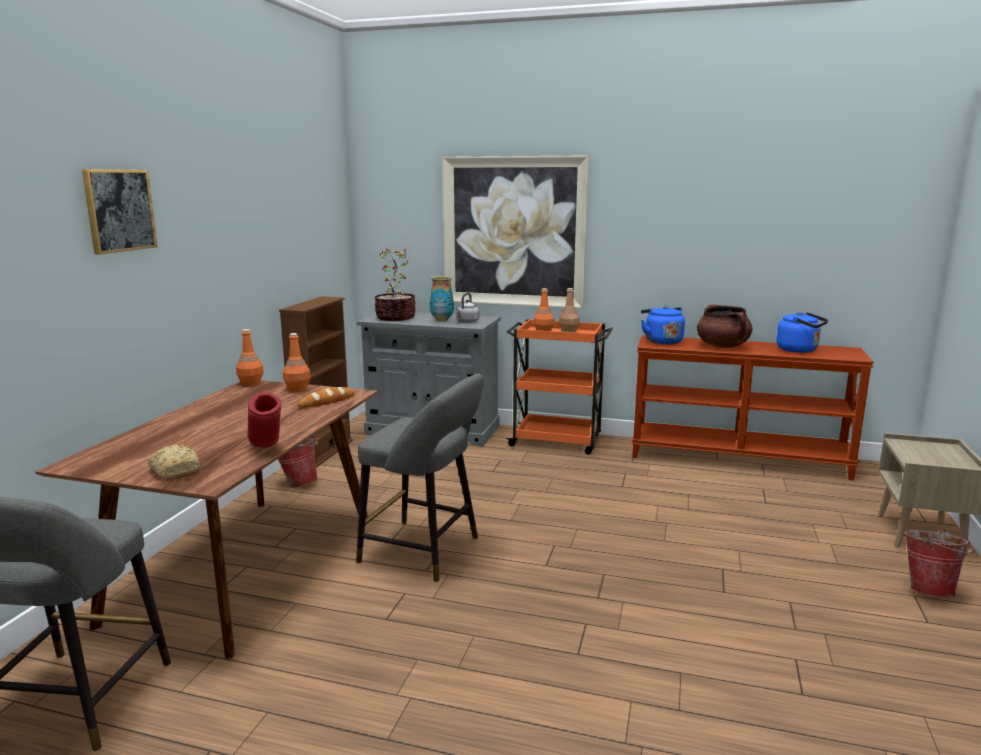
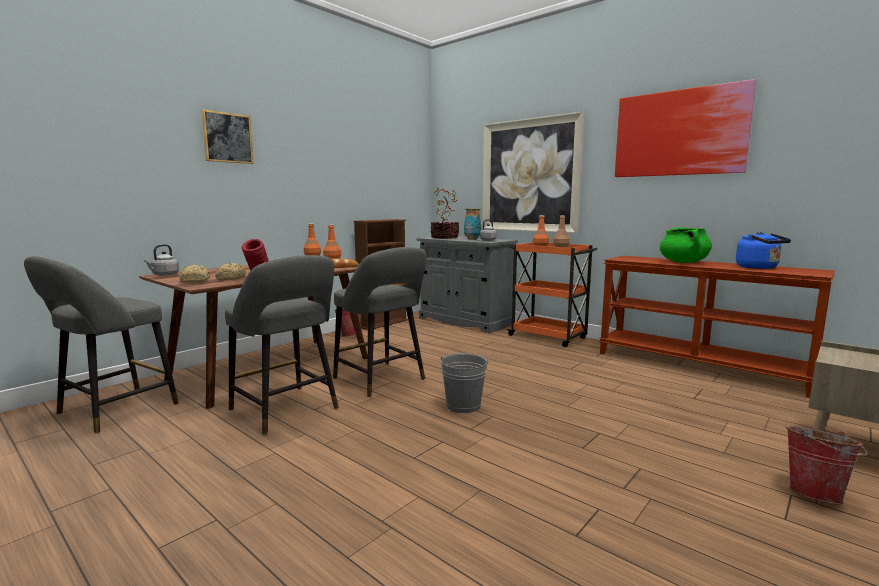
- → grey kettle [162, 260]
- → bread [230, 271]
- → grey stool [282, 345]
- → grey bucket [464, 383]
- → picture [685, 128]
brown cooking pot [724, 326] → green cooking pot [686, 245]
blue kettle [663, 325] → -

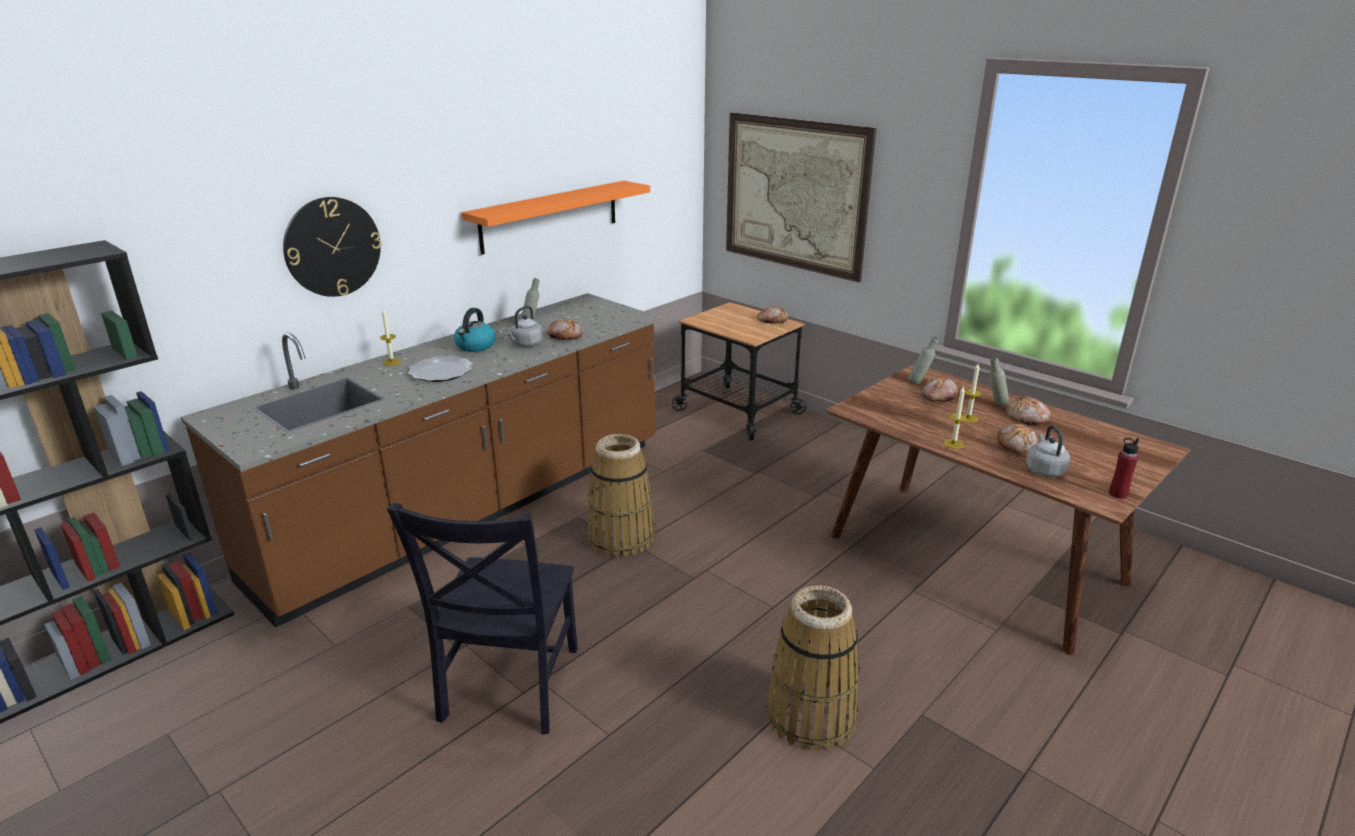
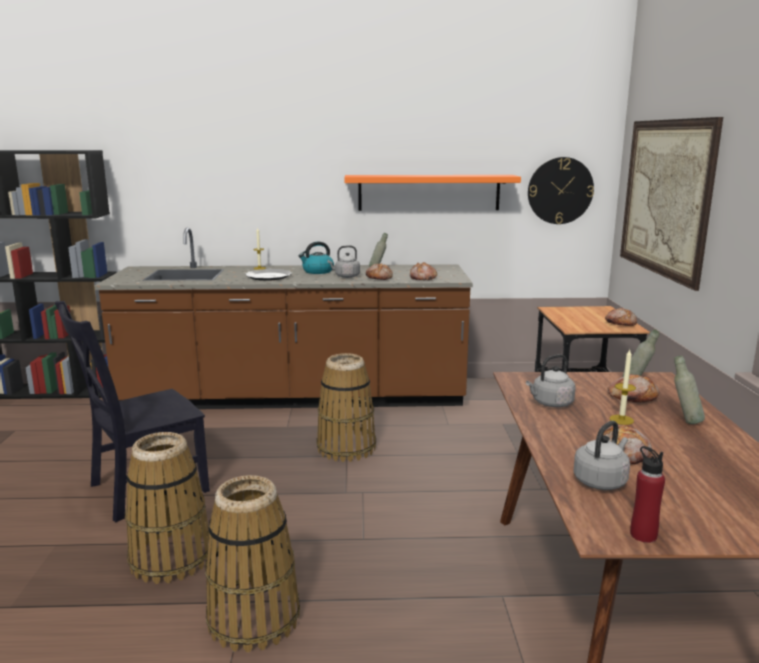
- → basket [168, 508]
bread [1029, 410] → bread [423, 271], move
- → grey kettle [551, 380]
wall clock [332, 247] → wall clock [561, 190], move
candle [955, 417] → -

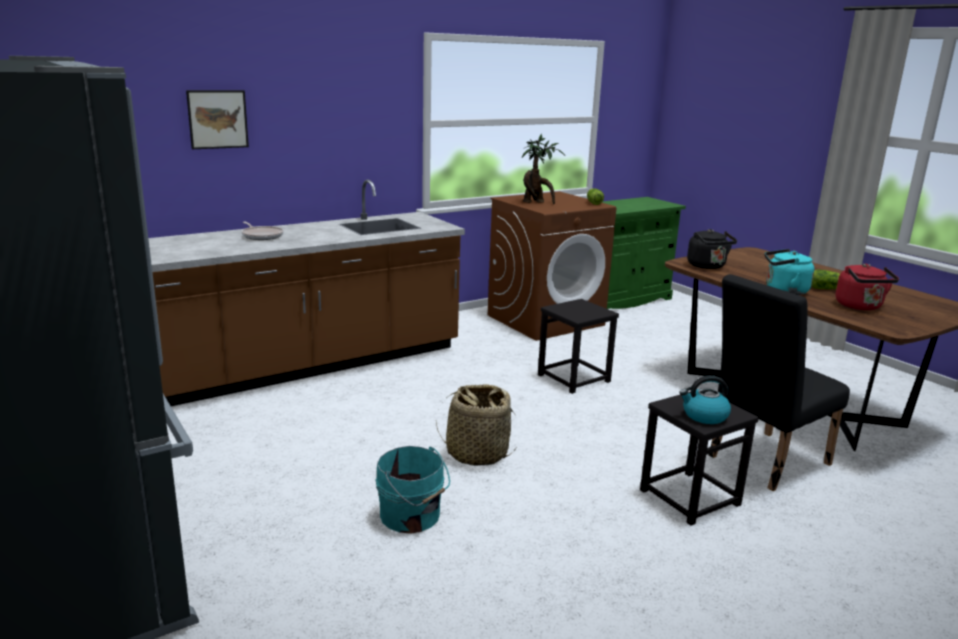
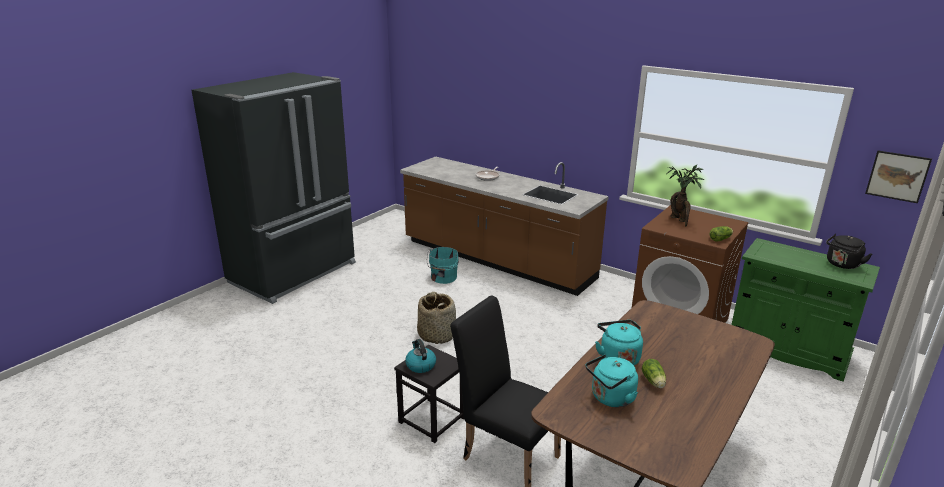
turquoise bucket [412, 490] → turquoise bucket [443, 265], move
red kettle [867, 287] → turquoise kettle [612, 380]
black kettle [712, 249] → black kettle [849, 251], move
picture [217, 119] → picture [898, 177], move
black stool [578, 346] → -

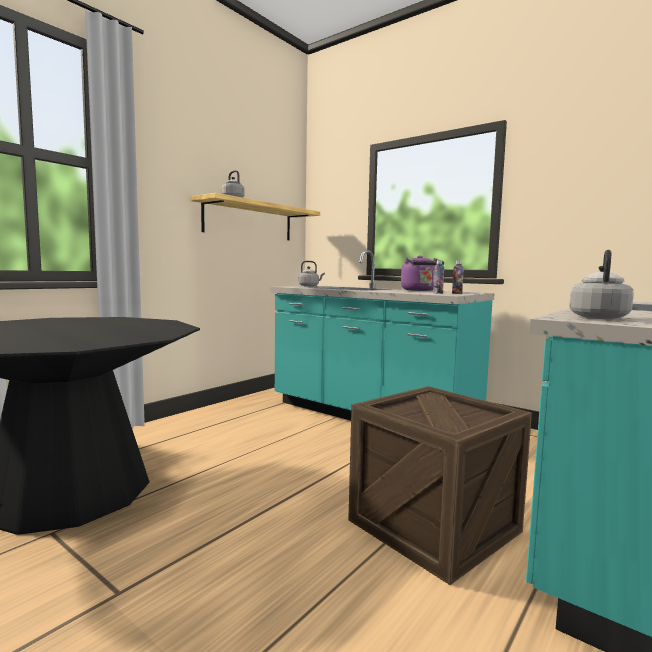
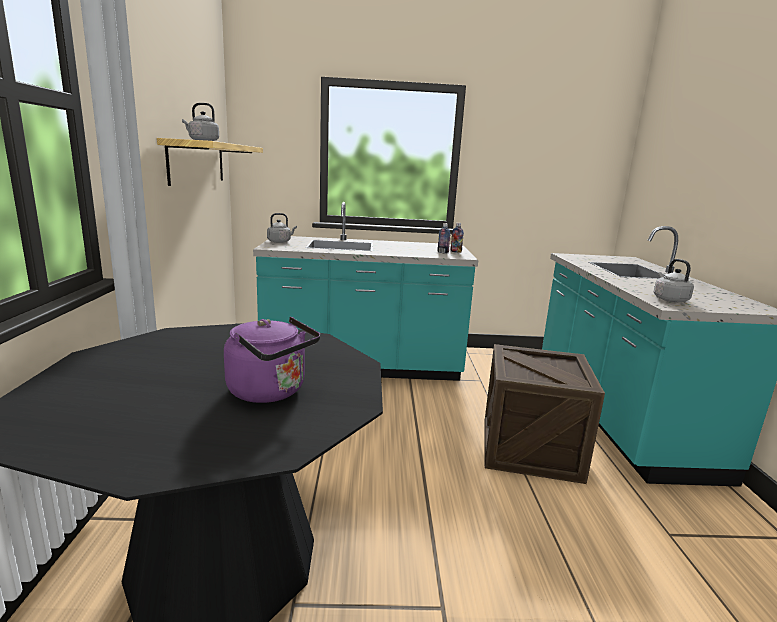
purple kettle [422, 273] → purple kettle [272, 360], move

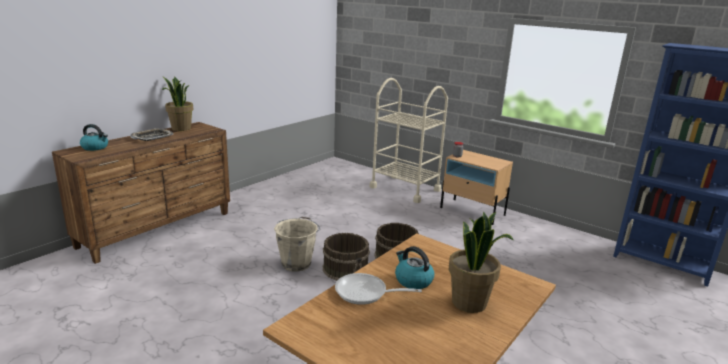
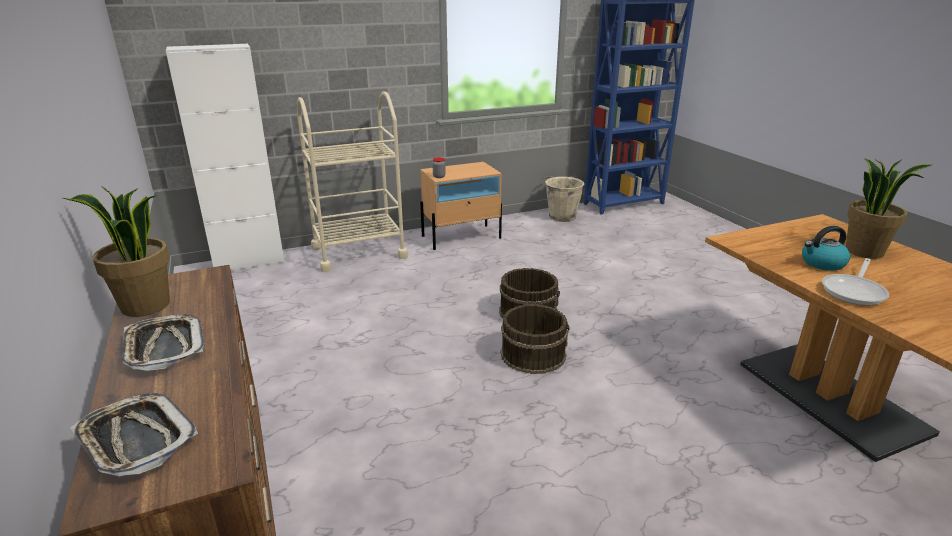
kettle [94, 137] → tray [134, 435]
- → white cabinet [225, 157]
beige bucket [297, 244] → beige bucket [564, 199], move

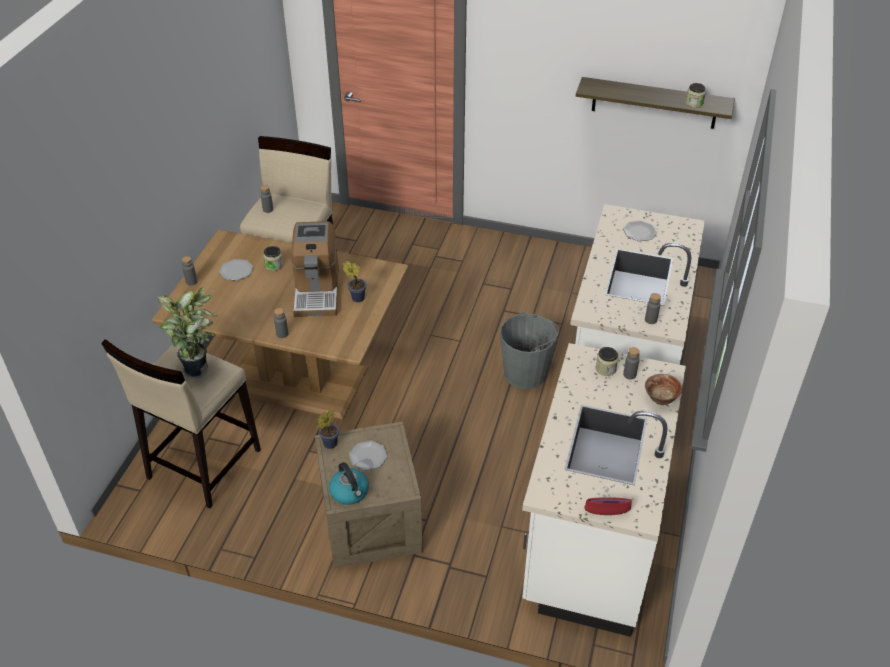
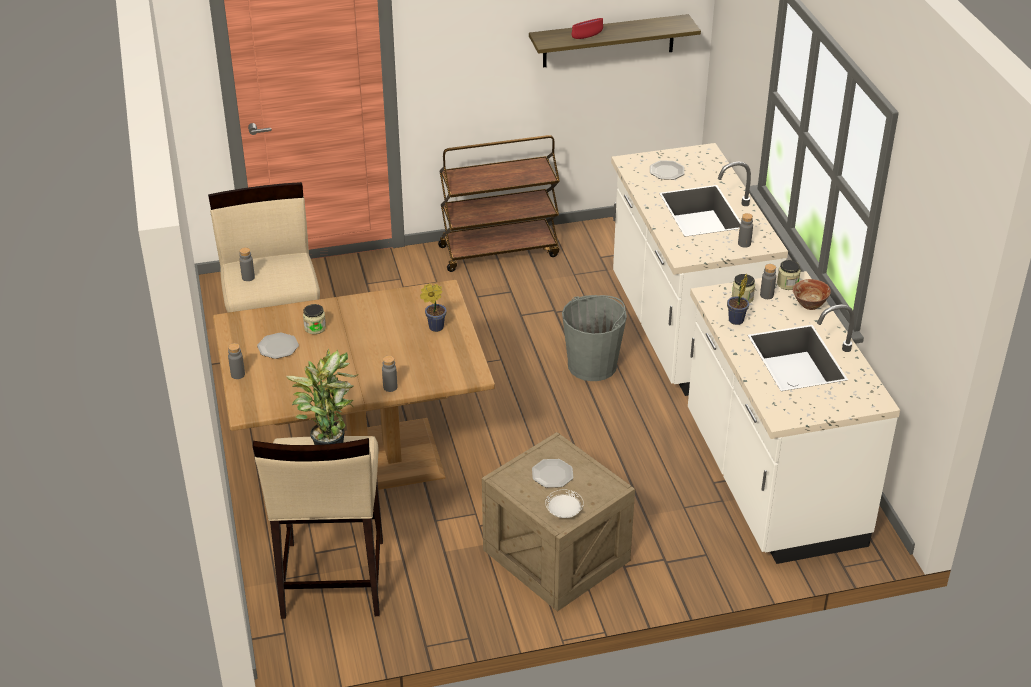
- → brown cart [499, 203]
kettle [349, 483] → white plate [564, 504]
red bowl [608, 506] → red bowl [587, 28], move
potted plant [328, 429] → potted plant [738, 299], move
jar [696, 95] → jar [789, 275], move
coffee machine [315, 269] → -

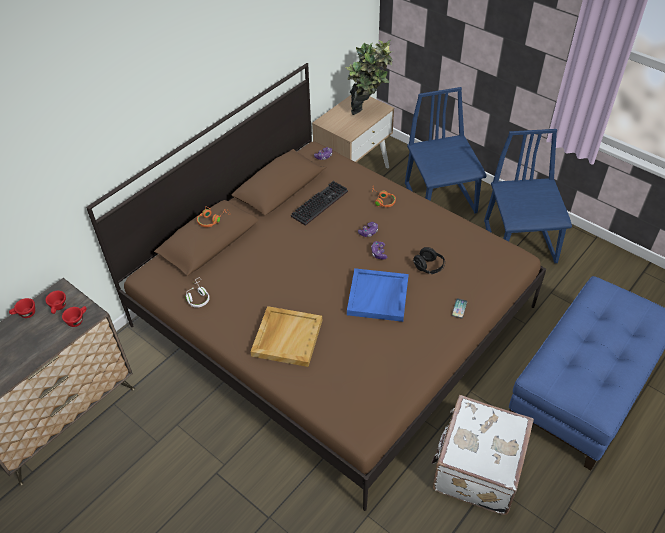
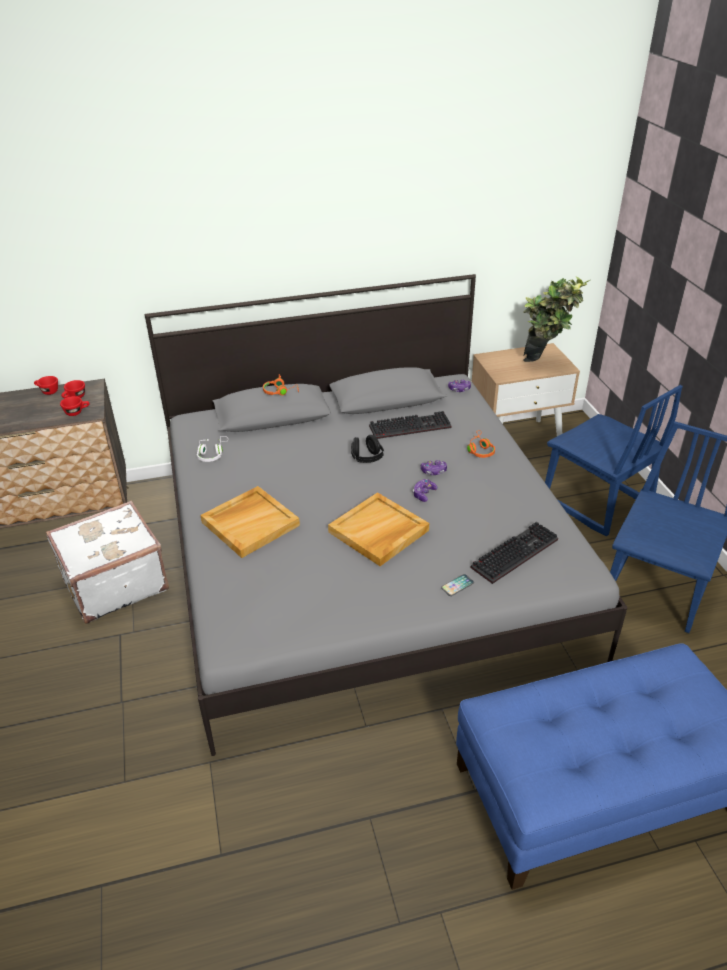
white suitcase [482, 455] → white suitcase [107, 562], move
brown bed [316, 287] → grey bed [386, 515]
blue tray [378, 295] → beige tray [378, 529]
black headphones [429, 260] → black headphones [367, 449], move
- → keyboard [514, 553]
blue chair [446, 150] → blue chair [614, 460], 120 degrees clockwise

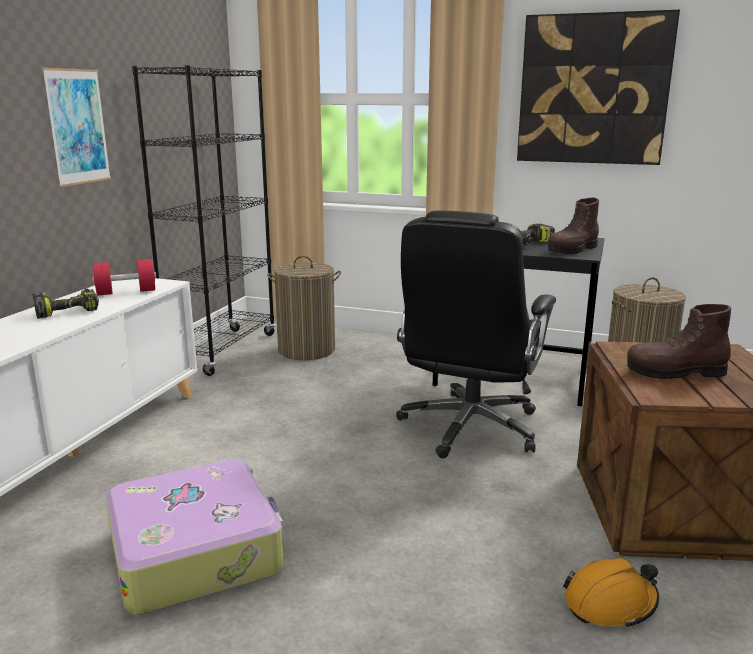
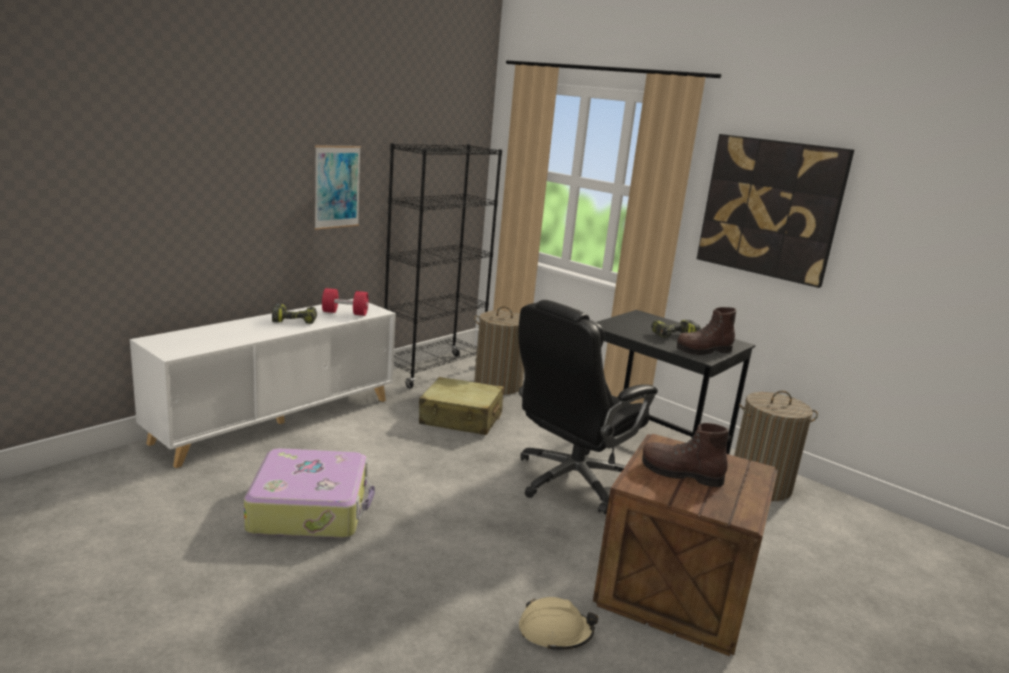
- → beige suitcase [461, 406]
orange hard hat [611, 593] → beige hard hat [558, 624]

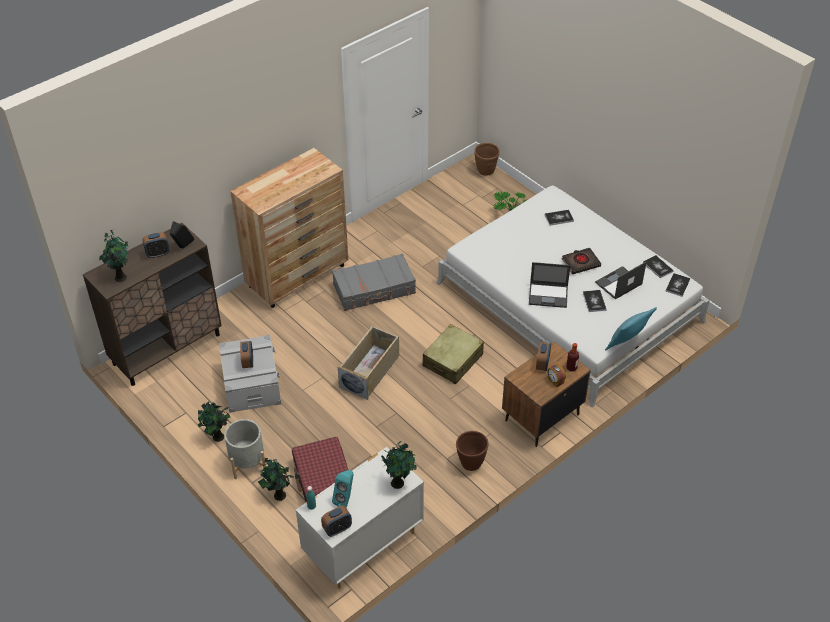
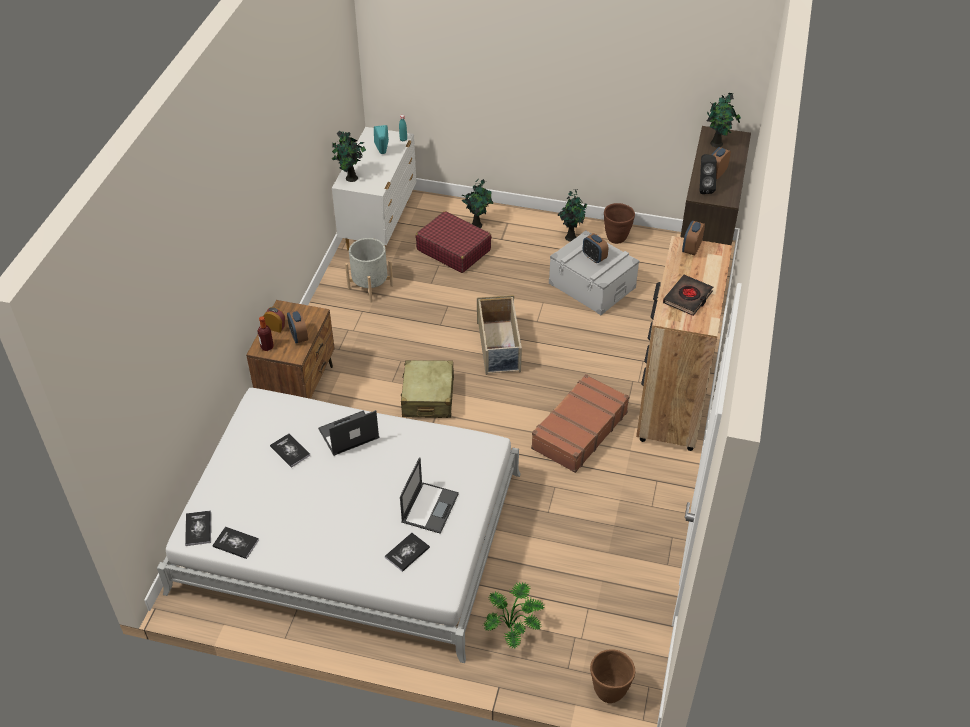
grey planter [245, 449] → grey planter [369, 270], move
laptop [621, 281] → laptop [429, 495], move
grey suitcase [374, 282] → brown suitcase [580, 423]
brown planter [472, 451] → brown planter [619, 223], move
black book [581, 261] → black book [688, 295], move
alarm clock [336, 521] → alarm clock [693, 238], move
turquoise pillow [631, 329] → -

